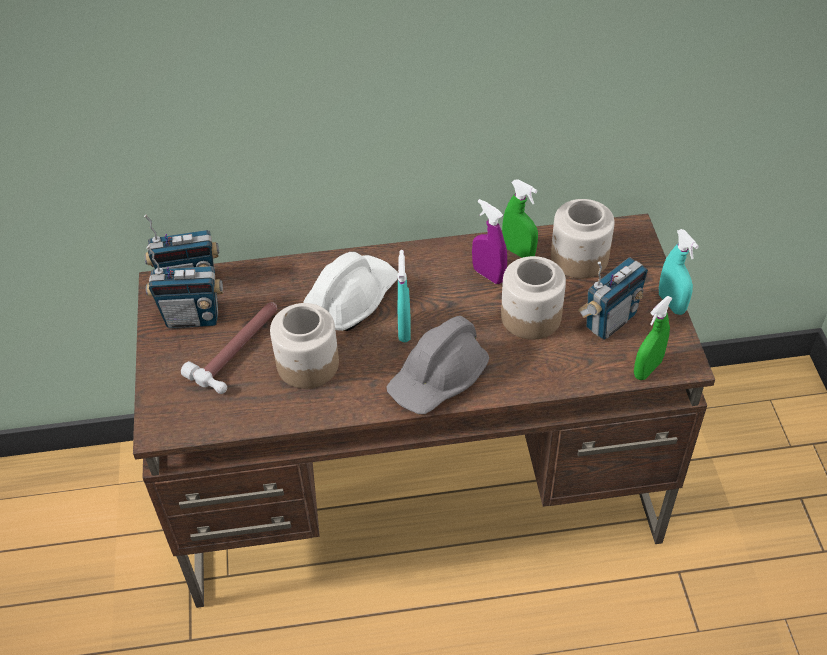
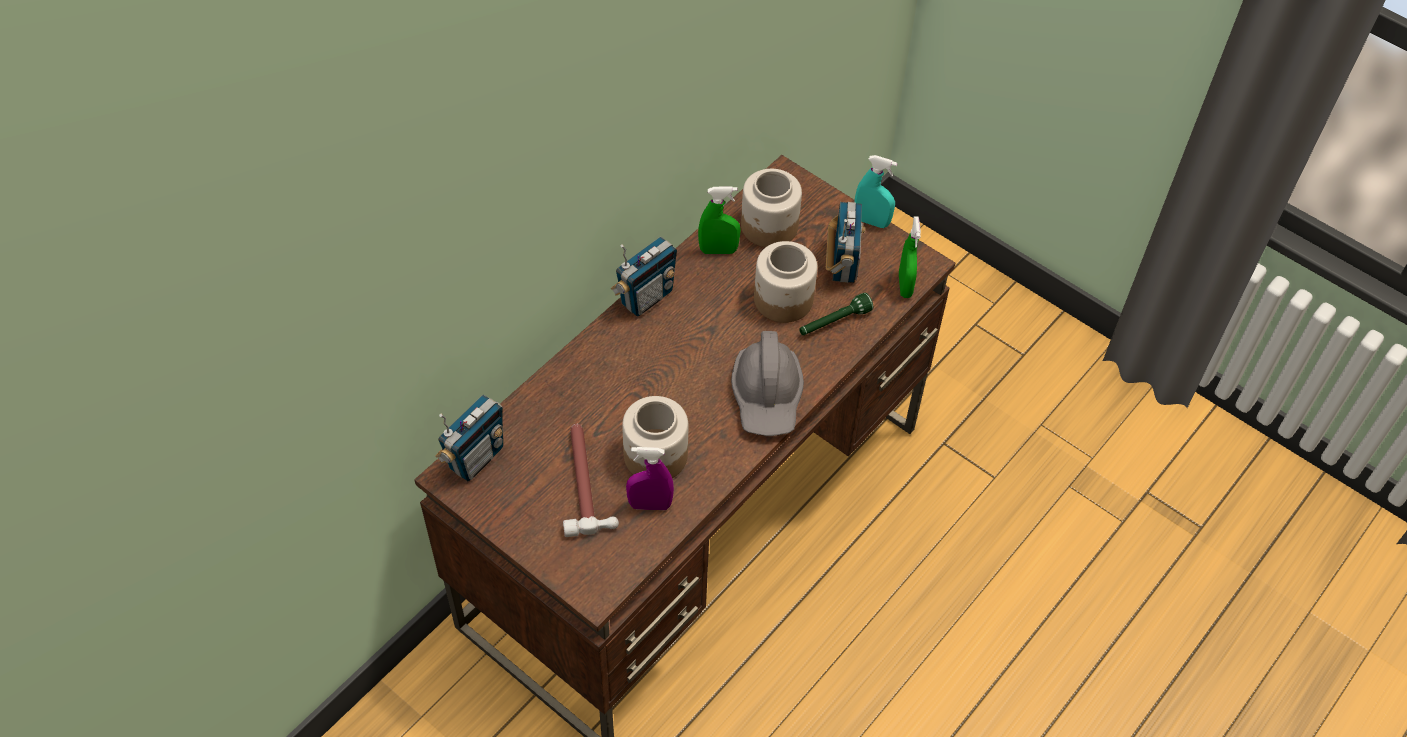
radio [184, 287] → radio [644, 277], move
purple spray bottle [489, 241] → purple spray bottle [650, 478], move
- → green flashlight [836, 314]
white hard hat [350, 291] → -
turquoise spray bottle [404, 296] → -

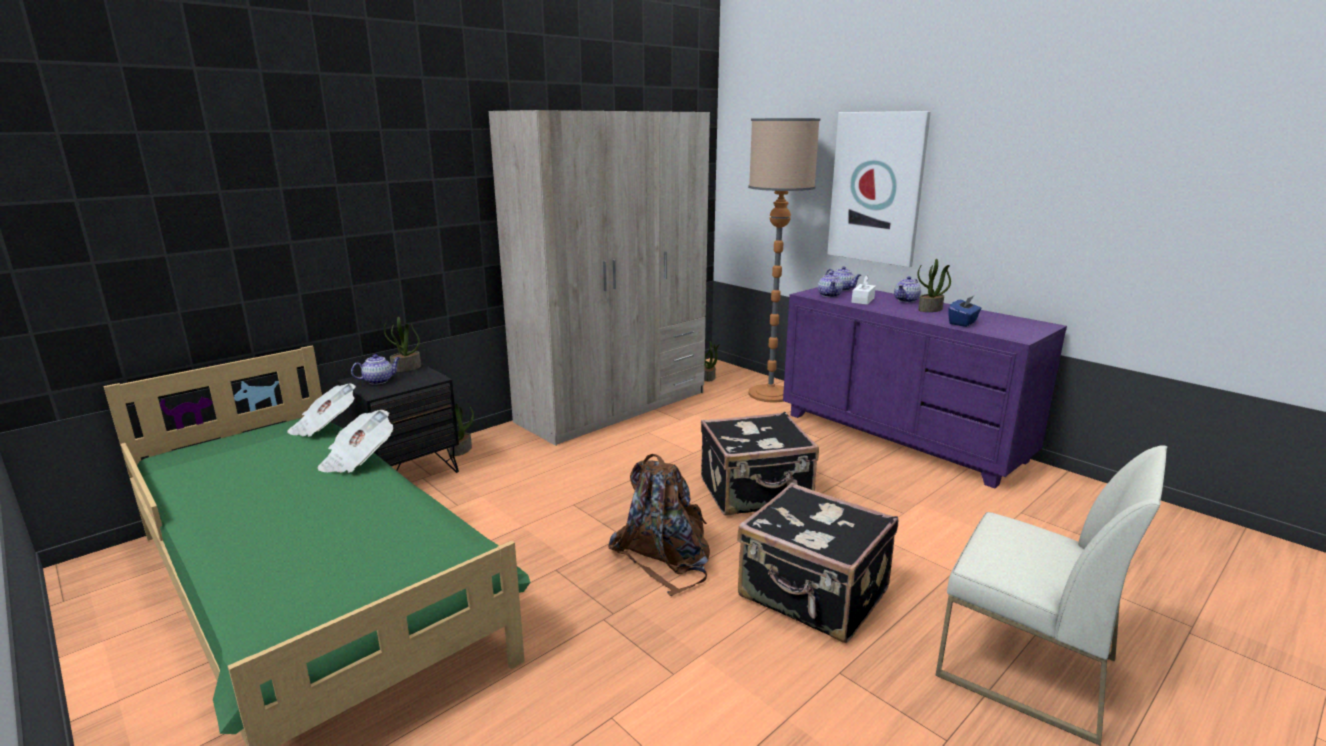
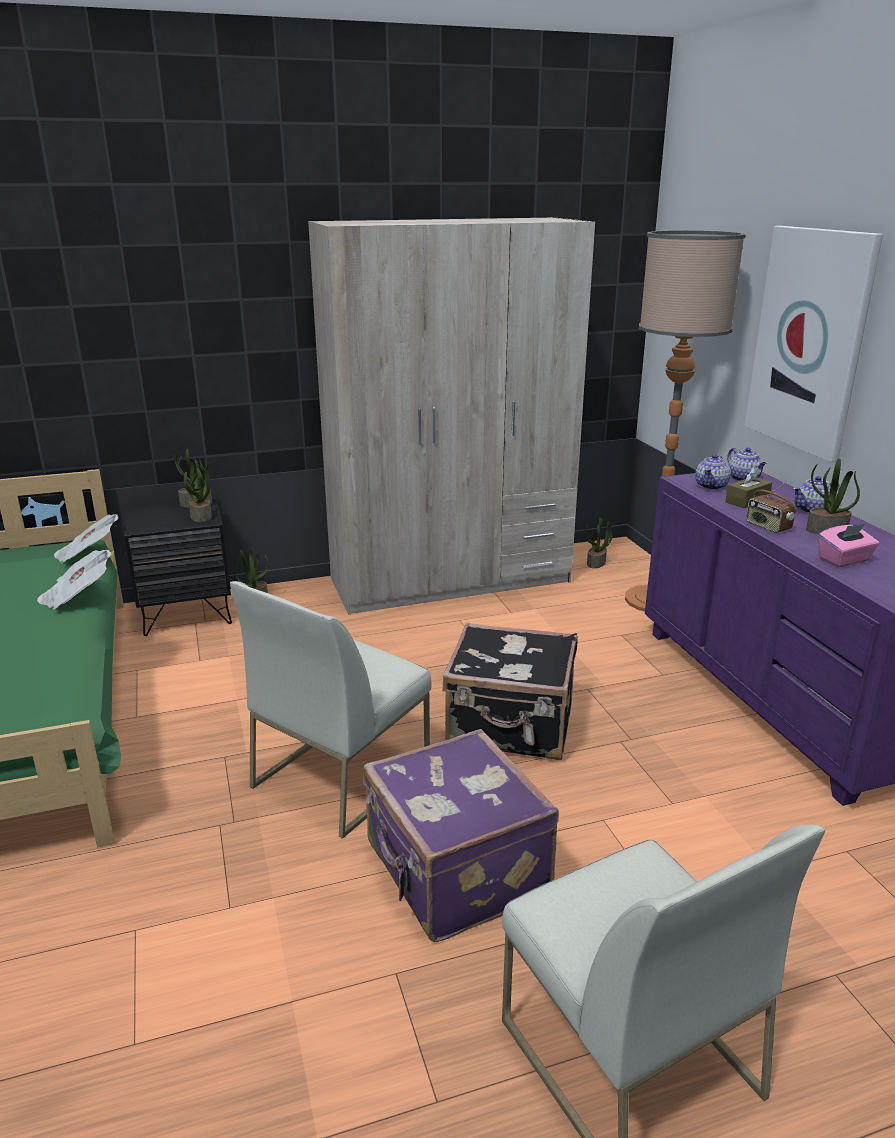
- → potted plant [198, 491]
brown backpack [659, 525] → white chair [330, 710]
black suitcase [817, 563] → purple suitcase [461, 835]
white tissue box [863, 290] → brown tissue box [748, 487]
- → radio [771, 507]
blue tissue box [965, 311] → pink tissue box [848, 545]
teapot [375, 369] → -

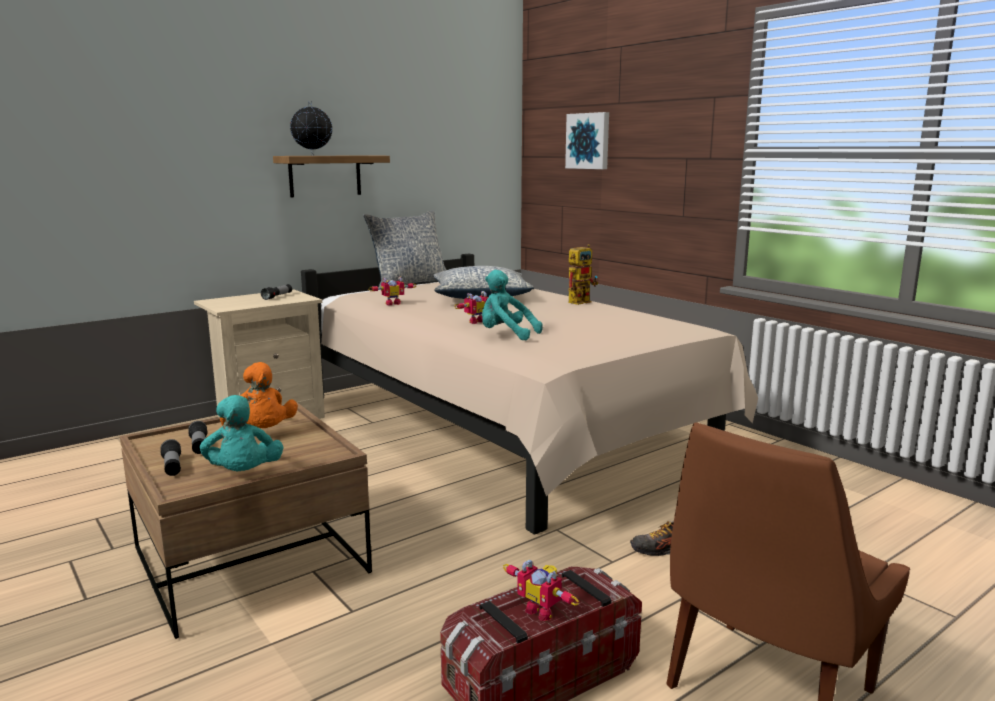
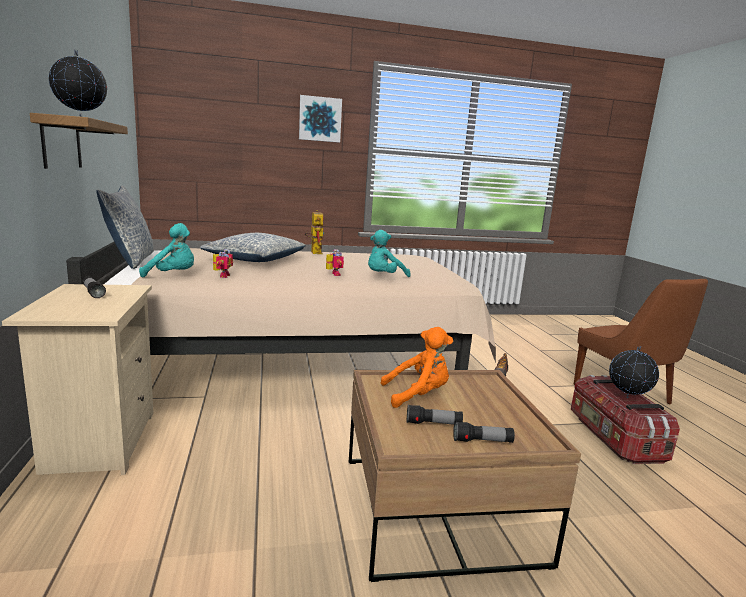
turquoise plush toy [242, 433] → turquoise plush toy [166, 250], move
picture [587, 140] → picture [320, 119], move
toy robot [541, 590] → globe [634, 372]

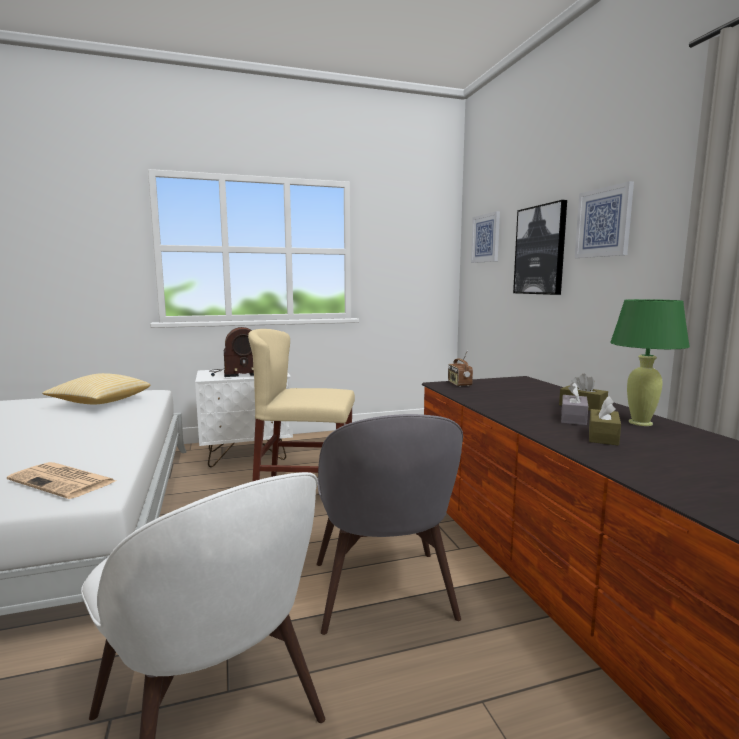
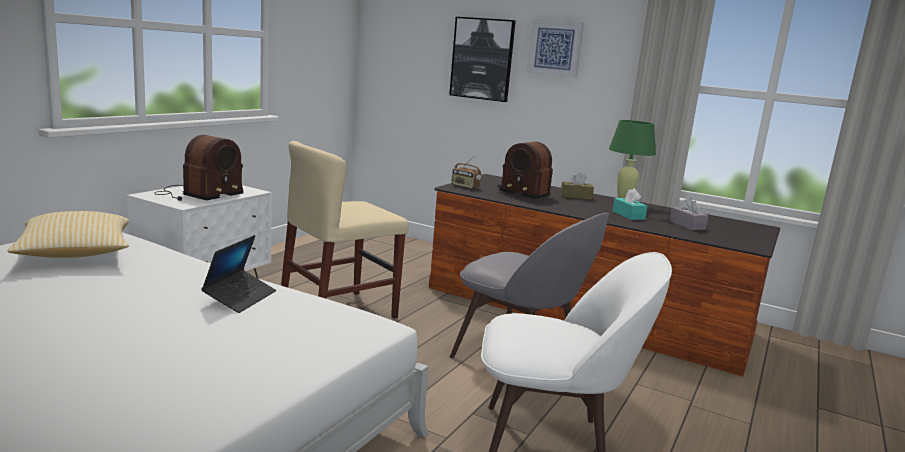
- → laptop [238, 274]
- → radio [525, 170]
brown tissue box [605, 421] → turquoise tissue box [630, 204]
grey tissue box [574, 403] → grey tissue box [688, 213], move
newspaper [61, 480] → -
picture [485, 237] → -

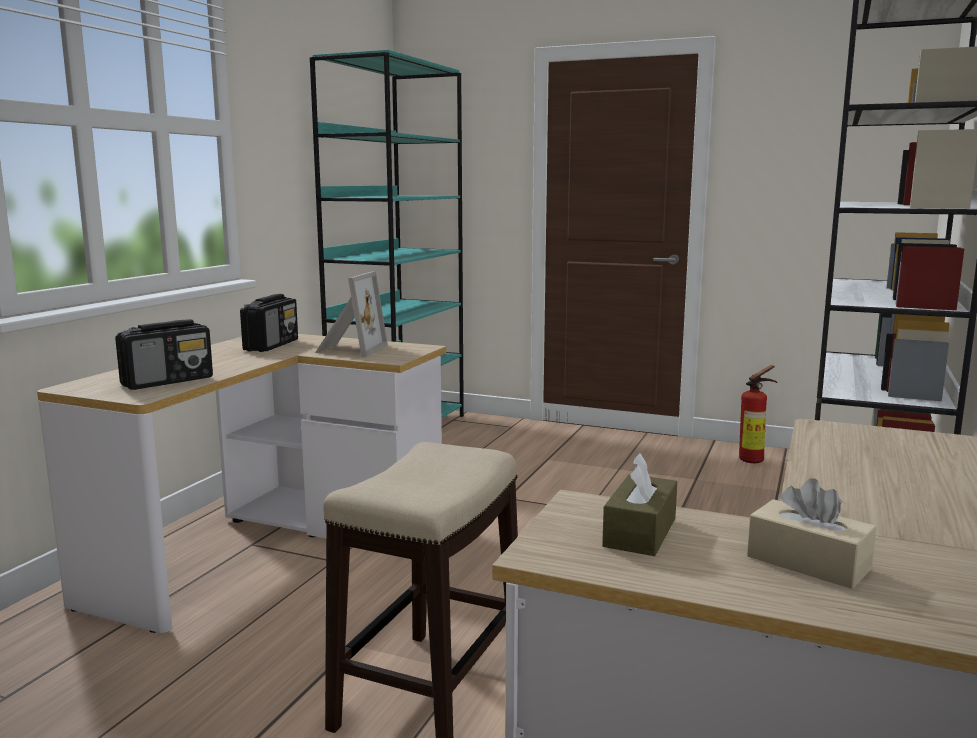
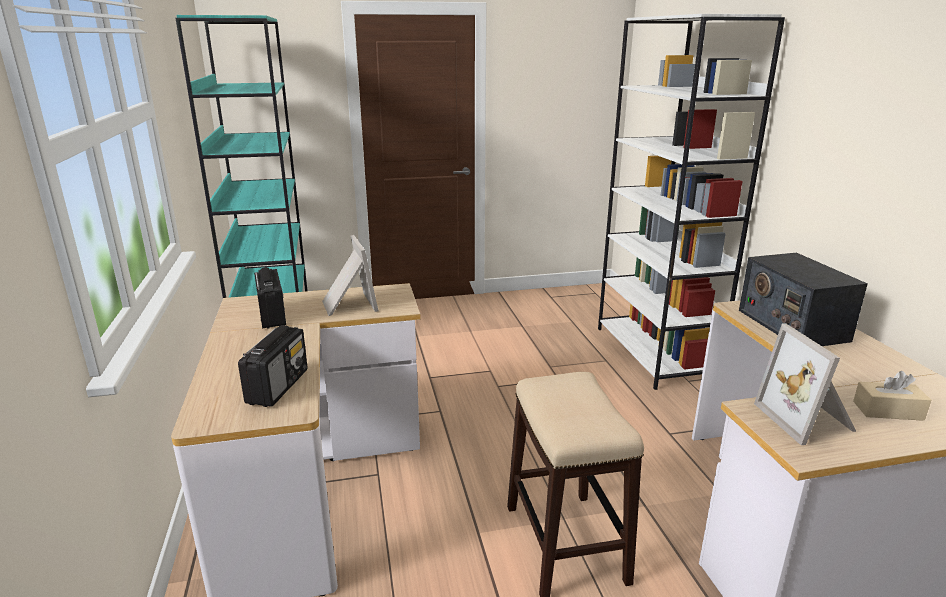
- → radio [803, 299]
brown tissue box [639, 504] → picture frame [805, 384]
fire extinguisher [758, 414] → -

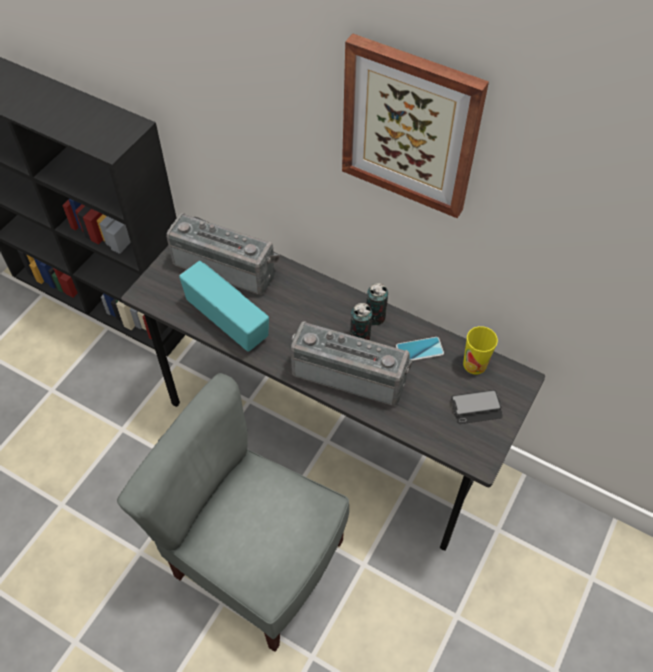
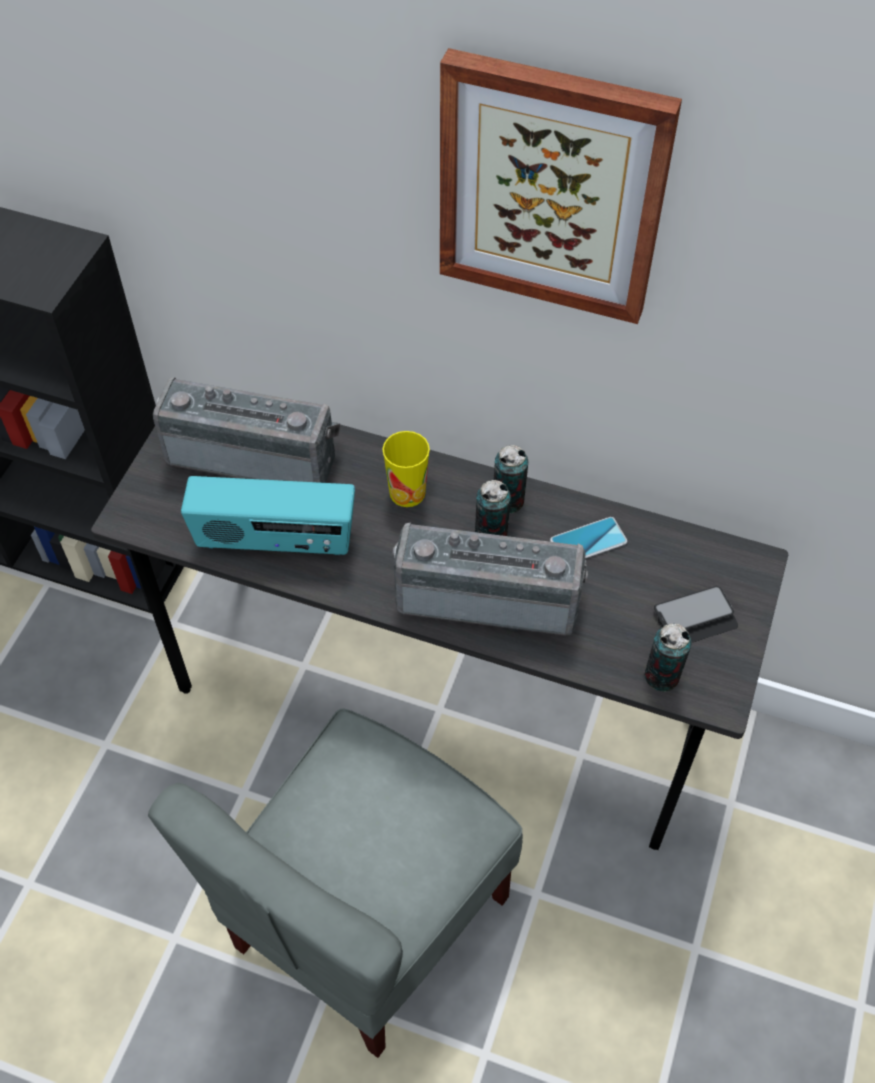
grey chair [233, 512] → grey chair [335, 883], 75 degrees counterclockwise
radio [224, 306] → radio [268, 515], 150 degrees clockwise
cup [480, 350] → cup [406, 469], move
- → can [667, 657]

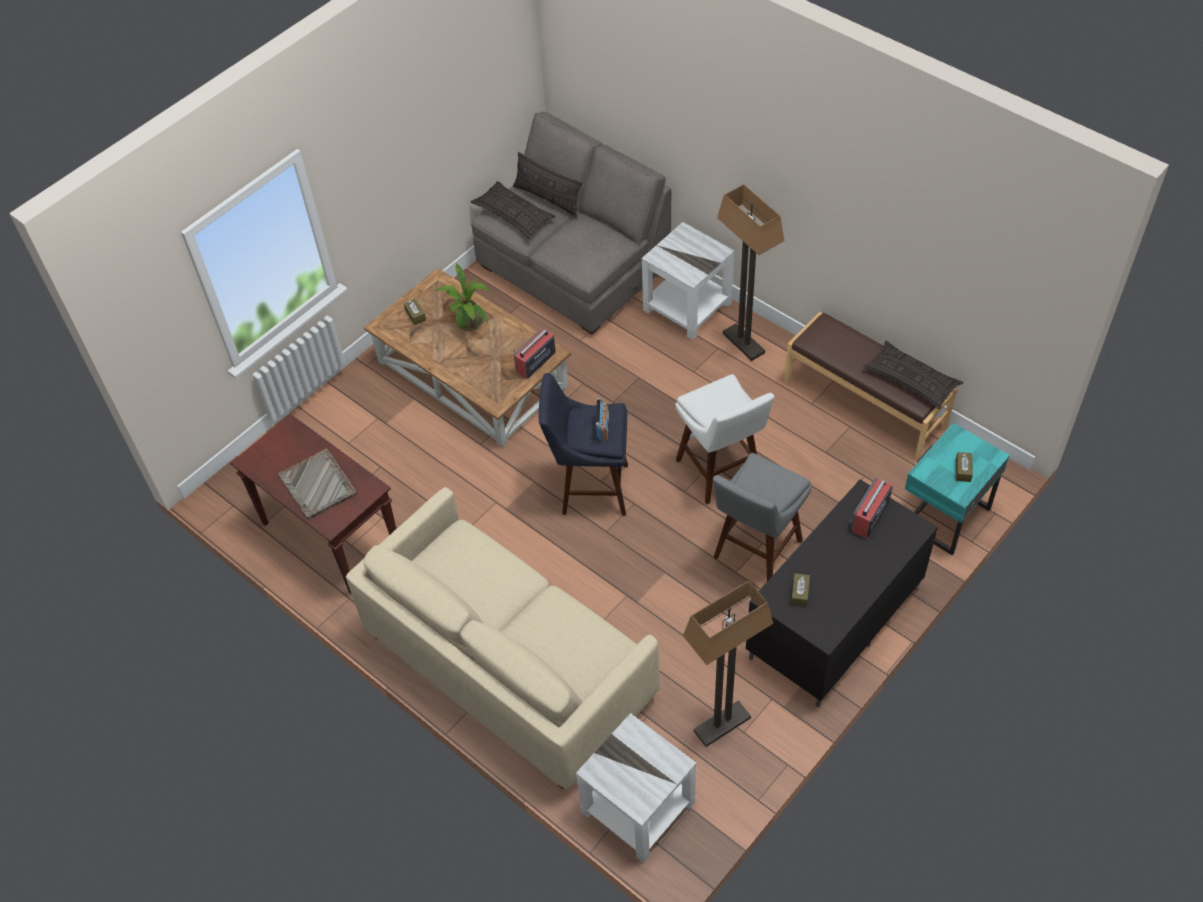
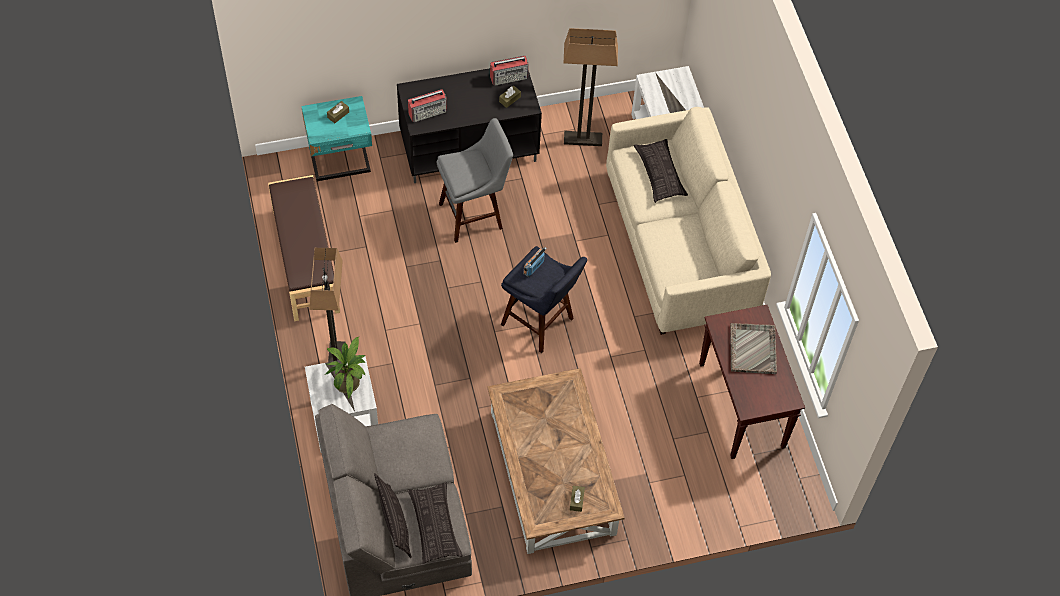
potted plant [462, 297] → potted plant [346, 368], move
radio [535, 354] → radio [509, 71], move
pillow [913, 375] → pillow [661, 171], move
white stool [724, 439] → -

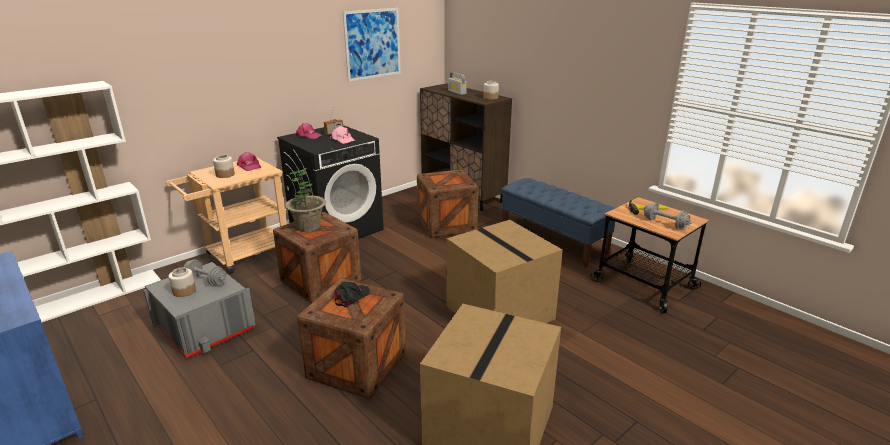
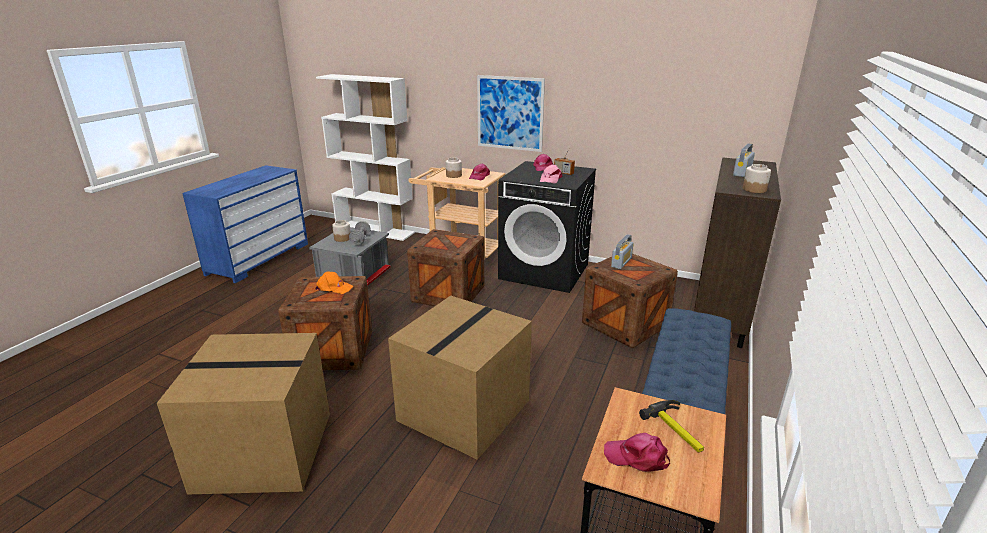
black cap [352, 294] → orange cap [334, 282]
picture [372, 45] → picture [511, 113], move
grey dumbbell [667, 216] → pink cap [637, 452]
- → radio [622, 251]
potted plant [305, 200] → -

